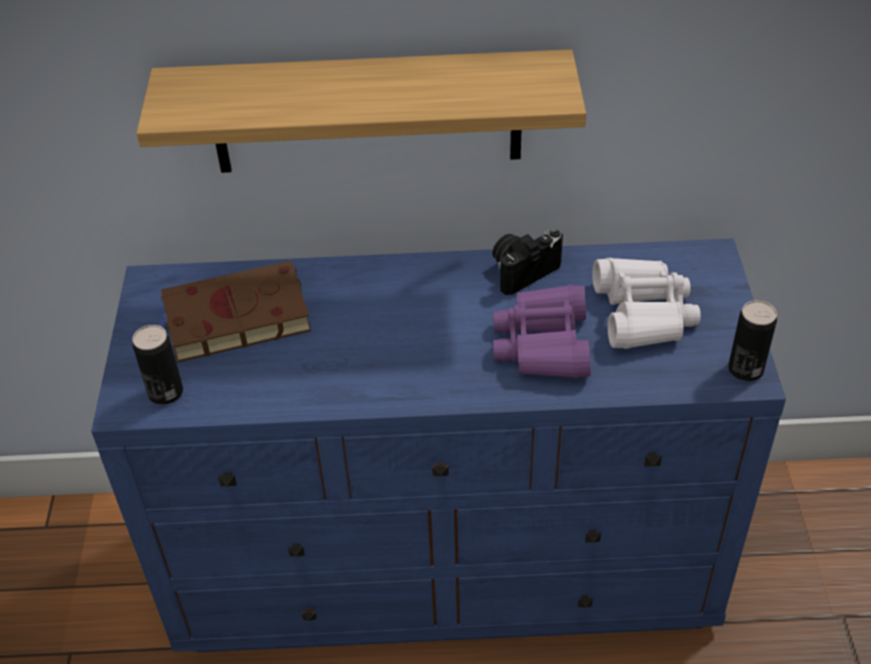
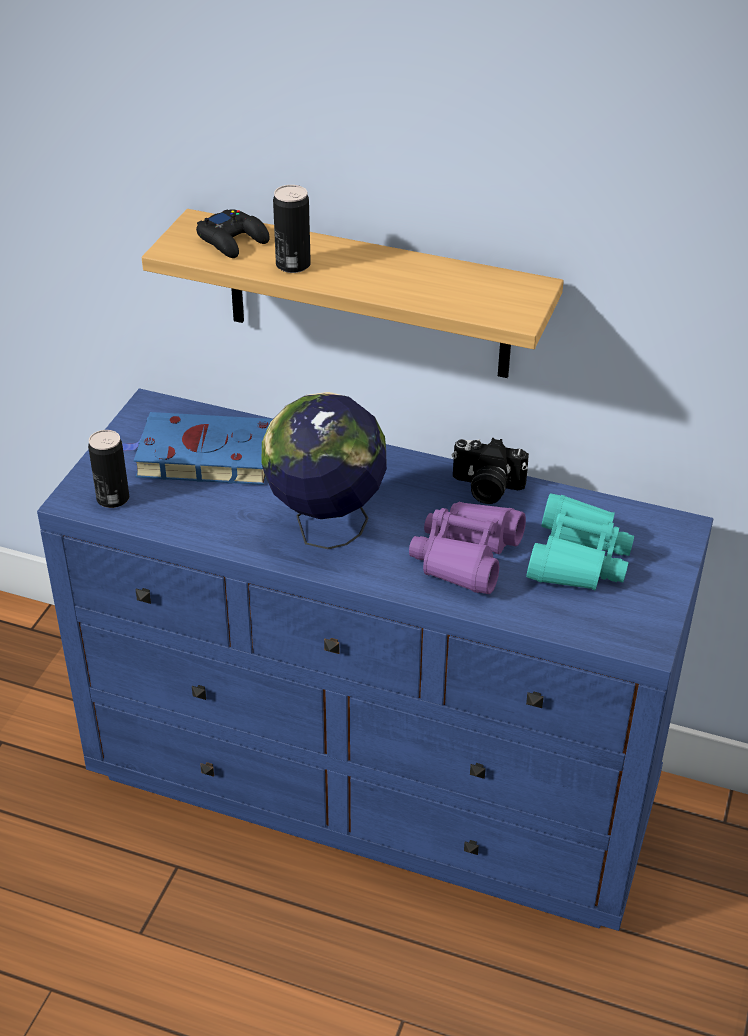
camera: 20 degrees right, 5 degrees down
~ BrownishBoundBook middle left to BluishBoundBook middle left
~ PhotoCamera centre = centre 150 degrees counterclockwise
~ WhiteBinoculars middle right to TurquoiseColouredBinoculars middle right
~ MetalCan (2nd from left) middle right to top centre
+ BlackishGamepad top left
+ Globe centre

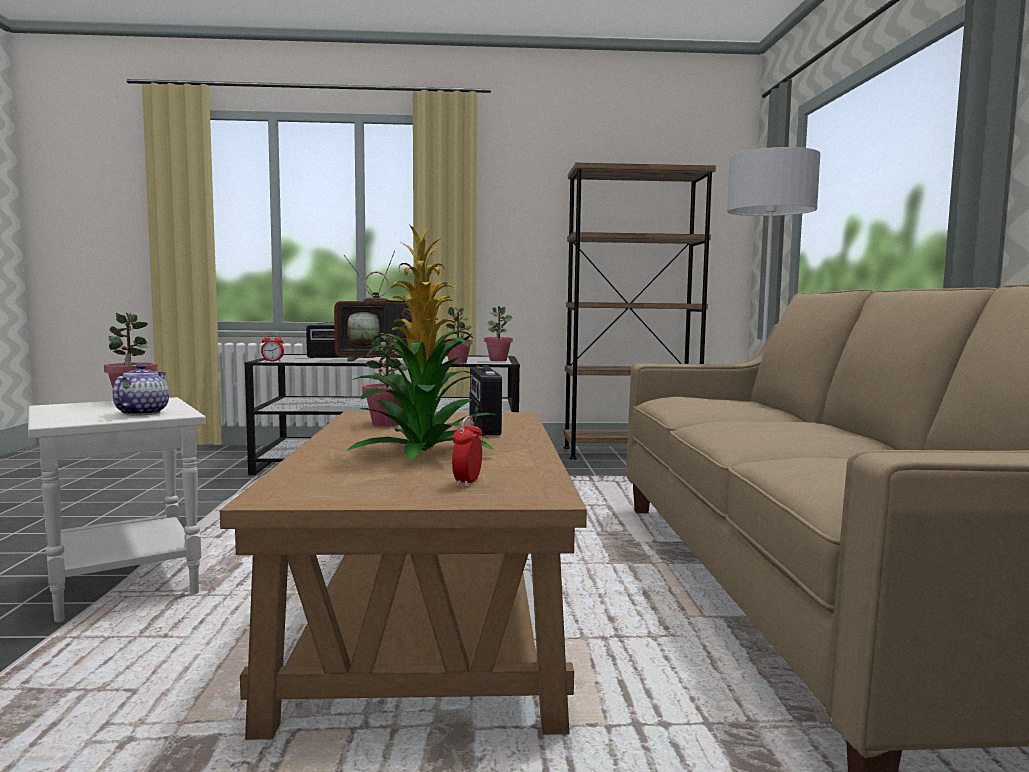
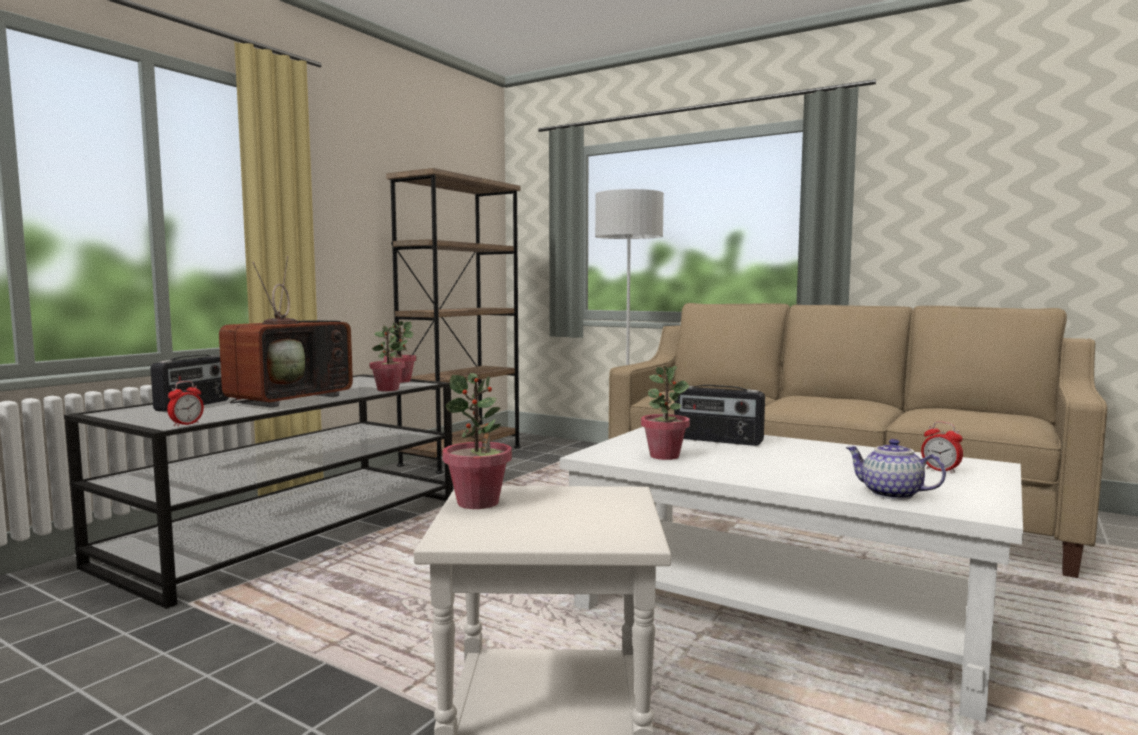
camera: 55 degrees left, 0 degrees up
~ Teapot middle left to middle right
~ BrownishLoungeTable bottom centre to WhiteLoungeTable bottom right
- Houseplant (3rd from left) centre

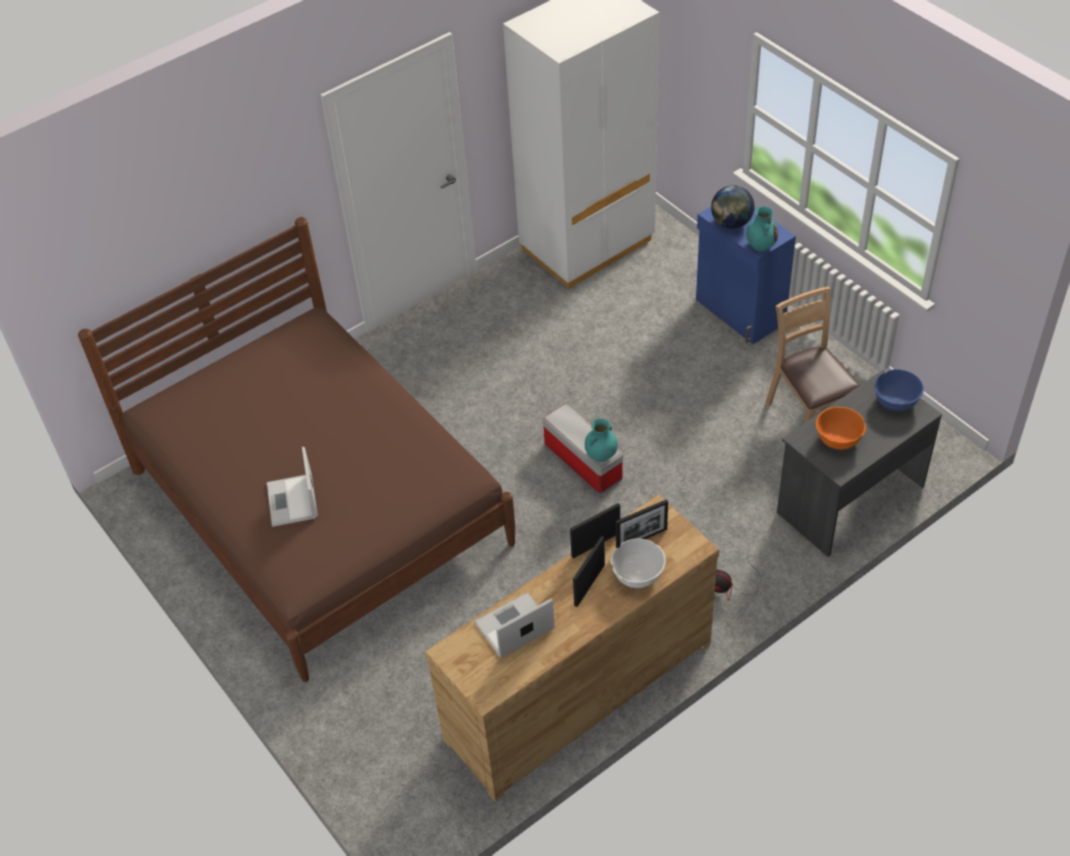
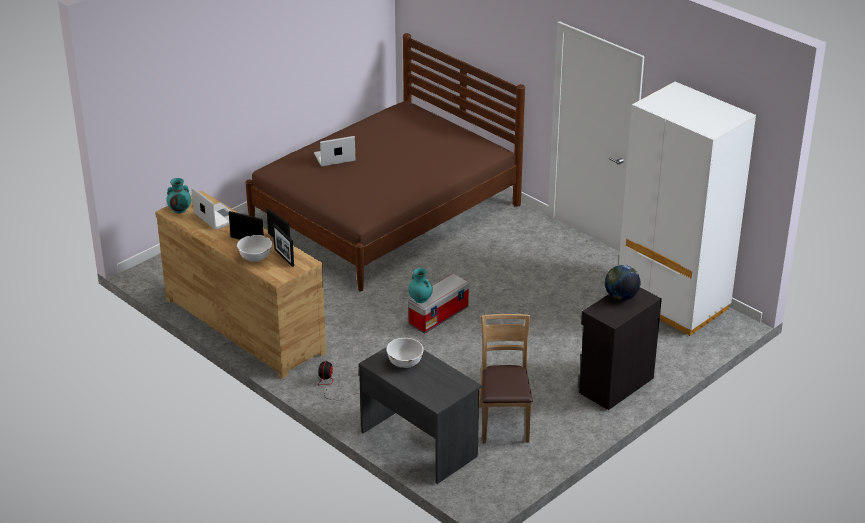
camera: 80 degrees right, 15 degrees down
~ BluishCupboard top right to BlackishCupboard middle right
~ TurquoiseColouredFlowerVase (2nd from left in the first image) top right to TurquoiseColouredFlowerVase (1st from left) middle left
~ BrownishUprightChair middle right = bottom centre 60 degrees counterclockwise
~ OrangeColouredBowl middle right to WhiteBowl (2nd from left) bottom centre
- BluishBowl middle right

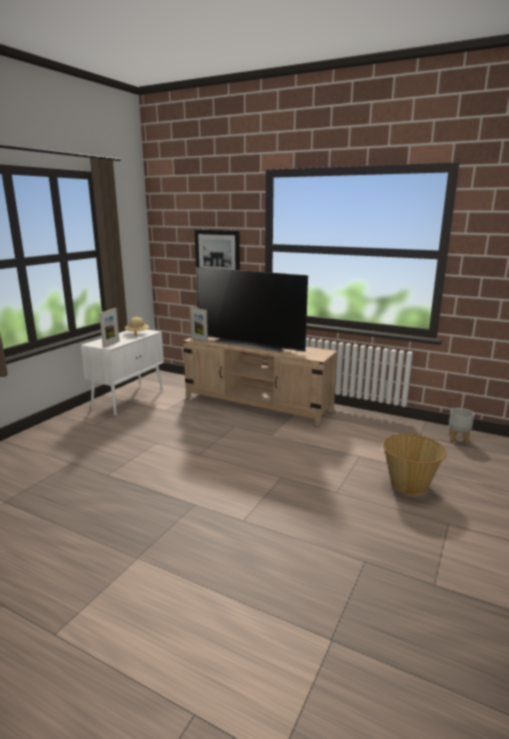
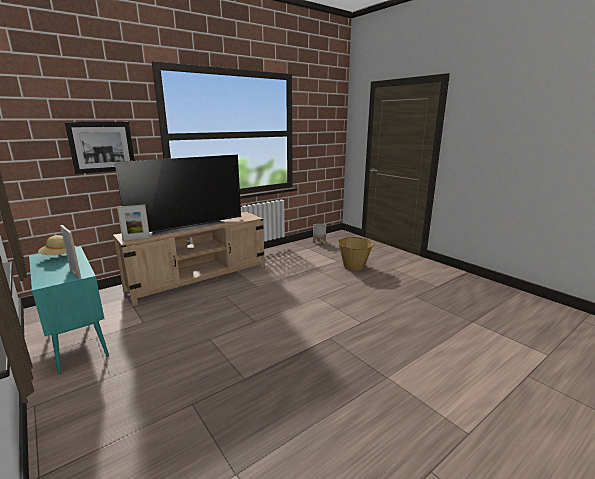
camera: 65 degrees left, 0 degrees up
~ WhiteCupboard middle left to TurquoiseColouredCupboard middle left

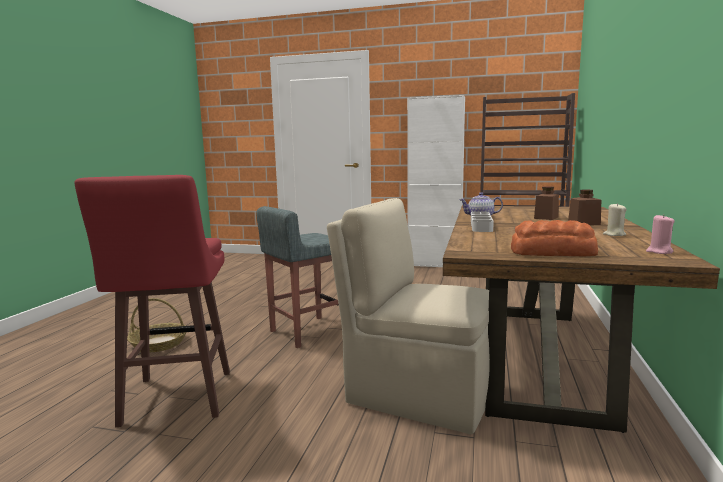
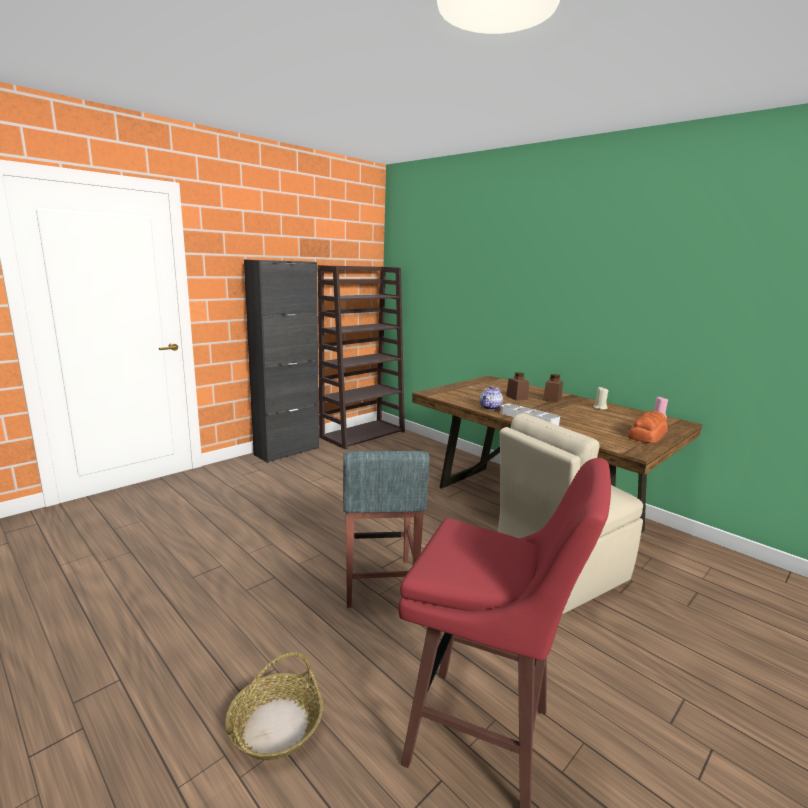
camera: 60 degrees left, 5 degrees up
~ WhiteCupboard centre to BlackishCupboard centre

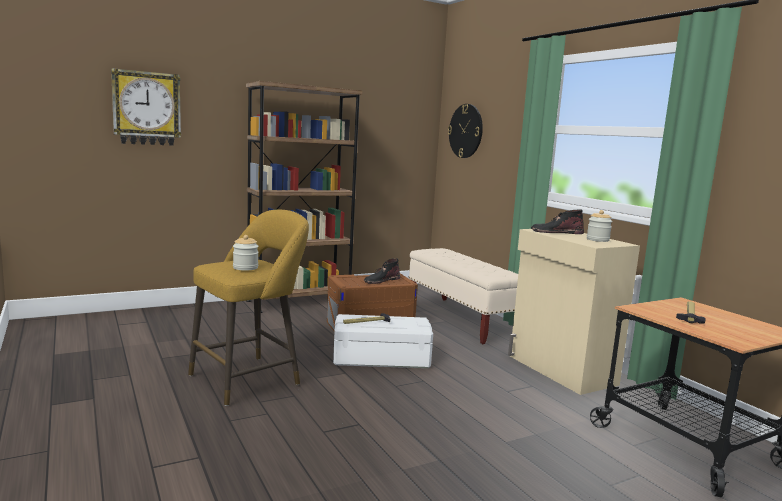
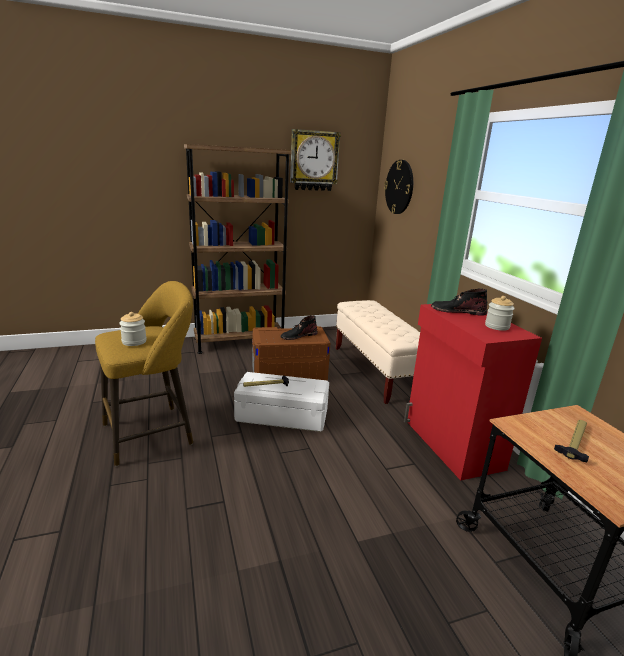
camera: 10 degrees right, 10 degrees up
~ HangingClock (1st from left) top left to top centre
~ BeigeCupboard middle right to RedCupboard middle right

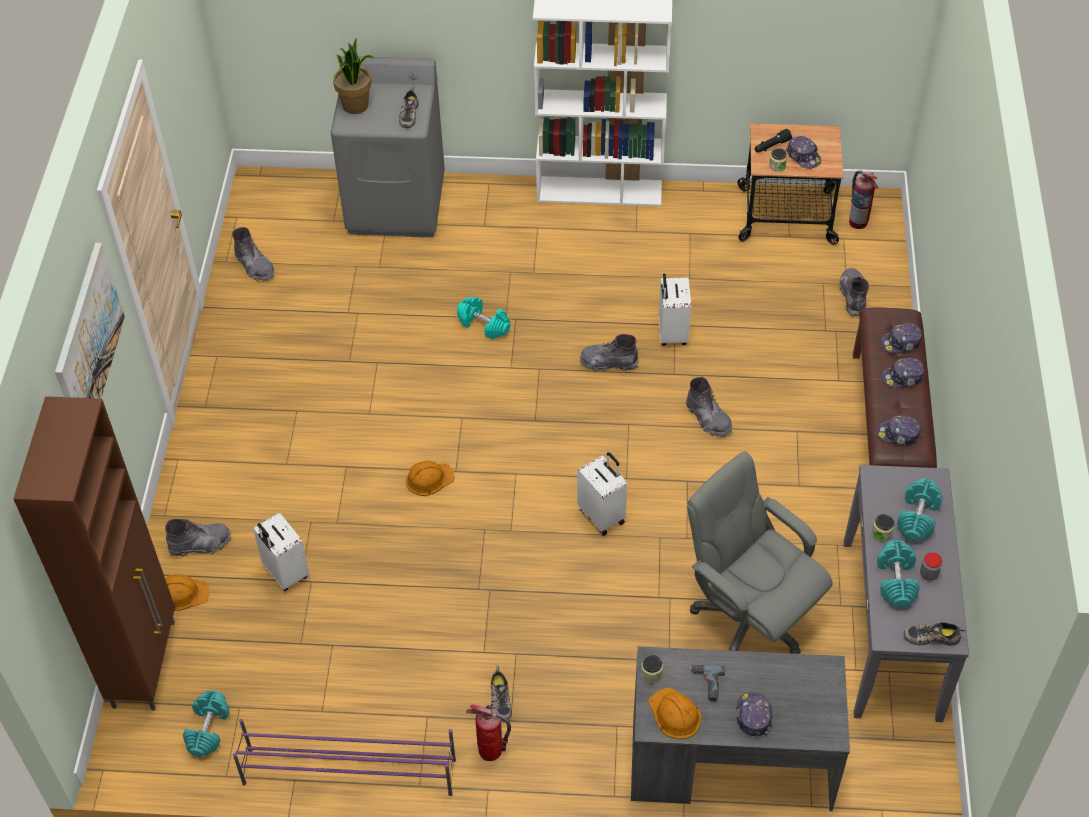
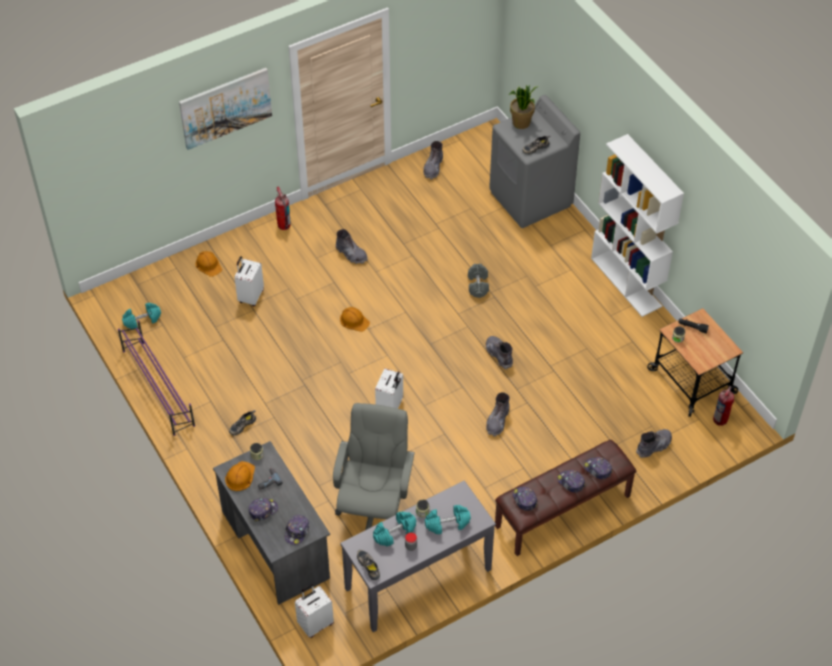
camera: 55 degrees right, 0 degrees up
- BrownishCupboard bottom left
~ GrayTallBoot (1st from left) middle left to centre
~ TurquoiseColouredDumbbell (2nd from left) centre to GrayDumbbell centre
~ FireFightingCylinder (1st from left) bottom centre to top centre
~ WhitePieceOfLuggage (3rd from left in the first image) centre to WhitePieceOfLuggage (2nd from left) bottom centre
~ BaseballCap (2nd from left) top right to bottom centre

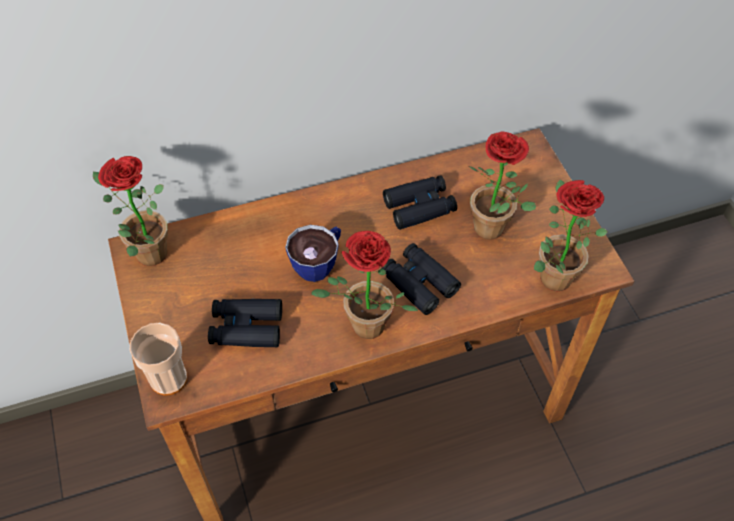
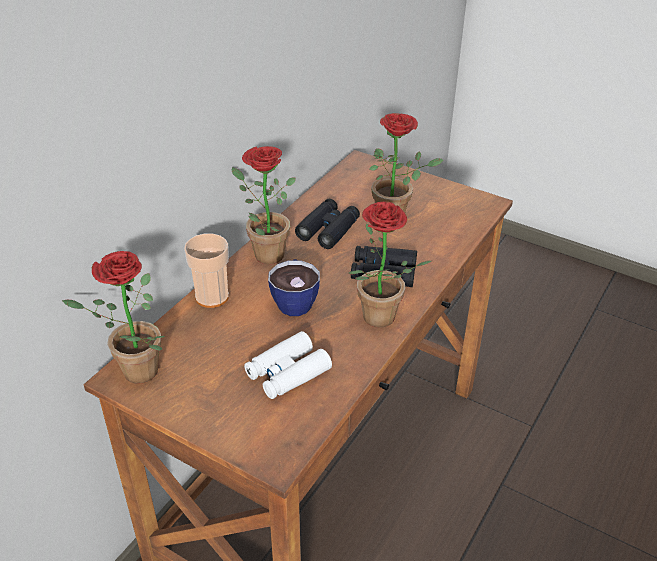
camera: 40 degrees left, 15 degrees down
~ DrinkingCup (1st from left) bottom left to middle left
~ BlackishBinoculars (1st from left) centre to WhiteBinoculars centre
~ Houseplant (4th from left in the first image) middle right to Houseplant (2nd from left) centre

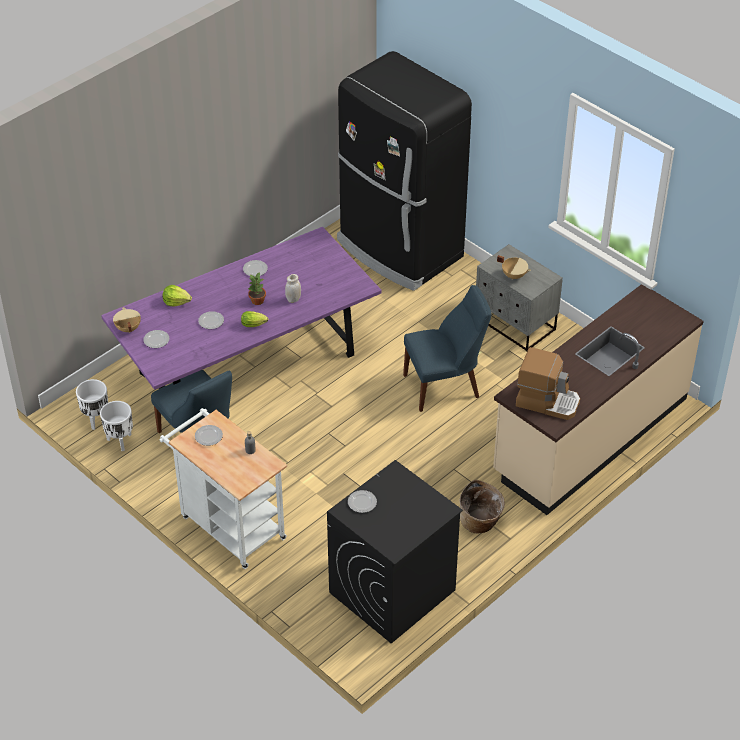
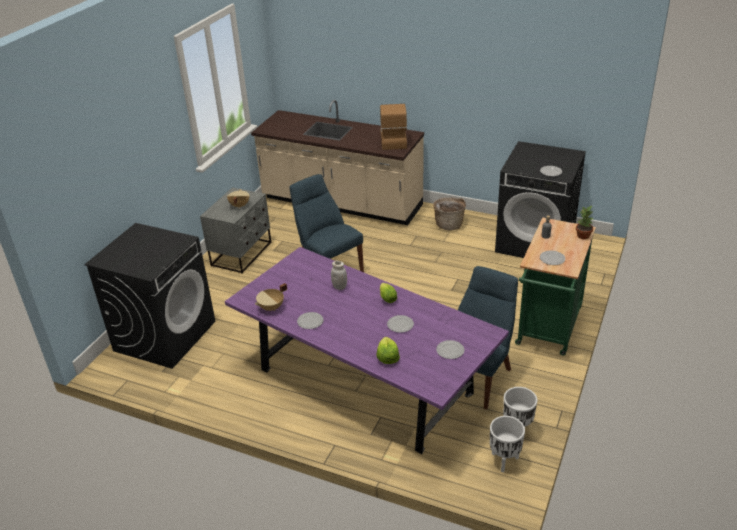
camera: 110 degrees left, 10 degrees down
~ BeigeCookingPot (1st from left in the first image) middle left to BeigeCookingPot (2nd from left) centre
~ WhiteCart middle left to GreenishCart middle right
~ Houseplant centre to middle right
~ BlackishFridge top centre to BlackishLaundryAppliance (1st from left) middle left

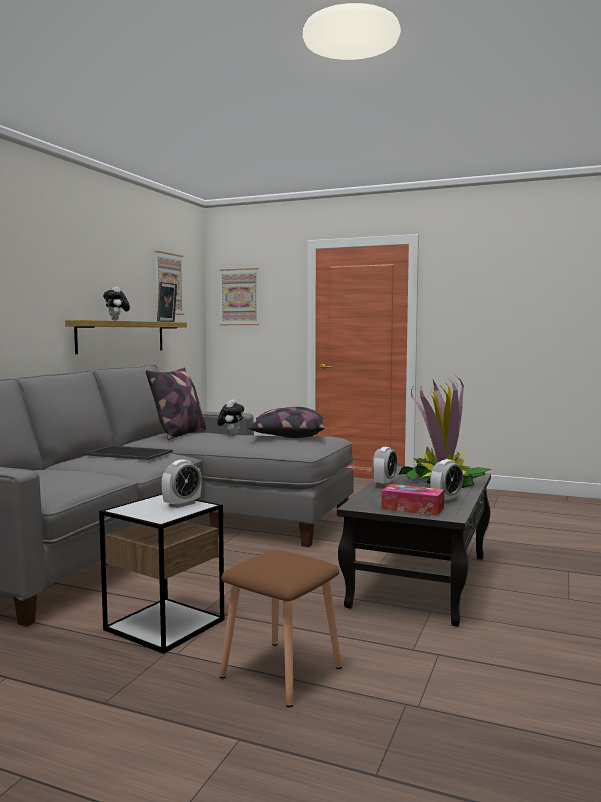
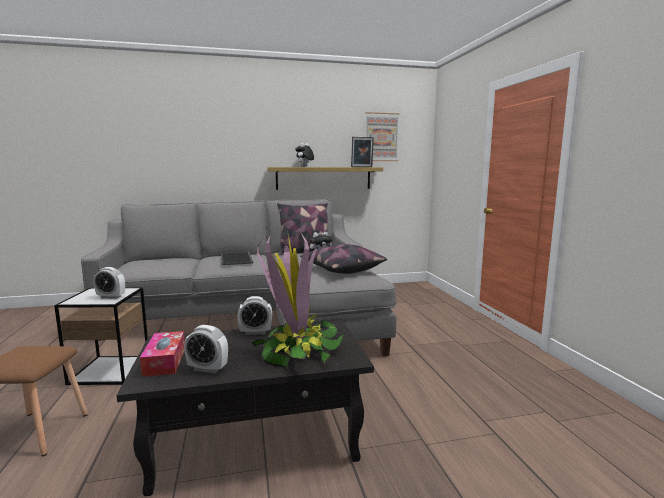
camera: 55 degrees right, 5 degrees up
- WallArt (2nd from left) centre

